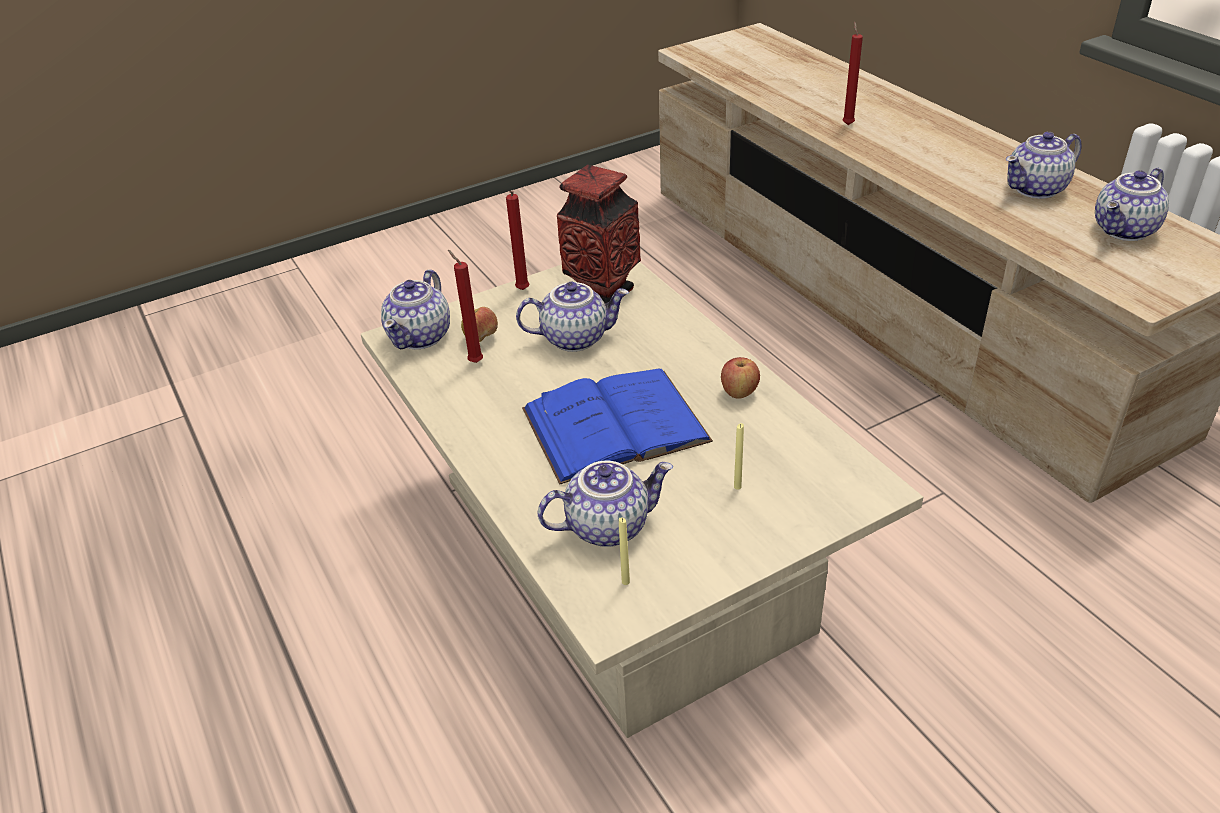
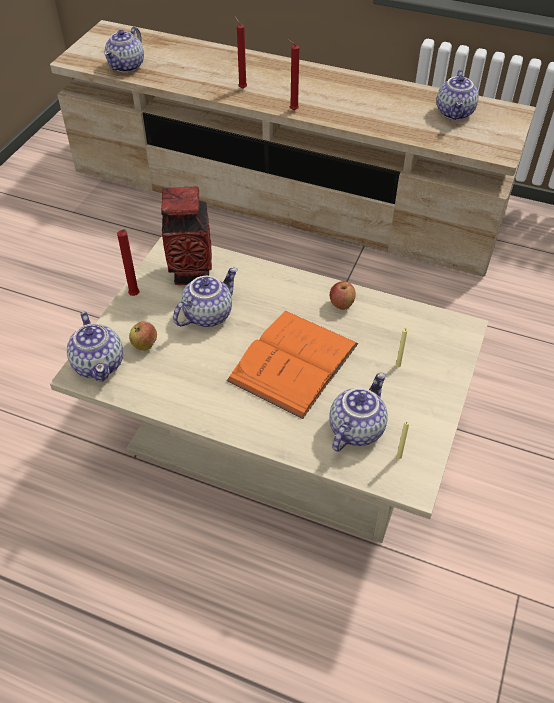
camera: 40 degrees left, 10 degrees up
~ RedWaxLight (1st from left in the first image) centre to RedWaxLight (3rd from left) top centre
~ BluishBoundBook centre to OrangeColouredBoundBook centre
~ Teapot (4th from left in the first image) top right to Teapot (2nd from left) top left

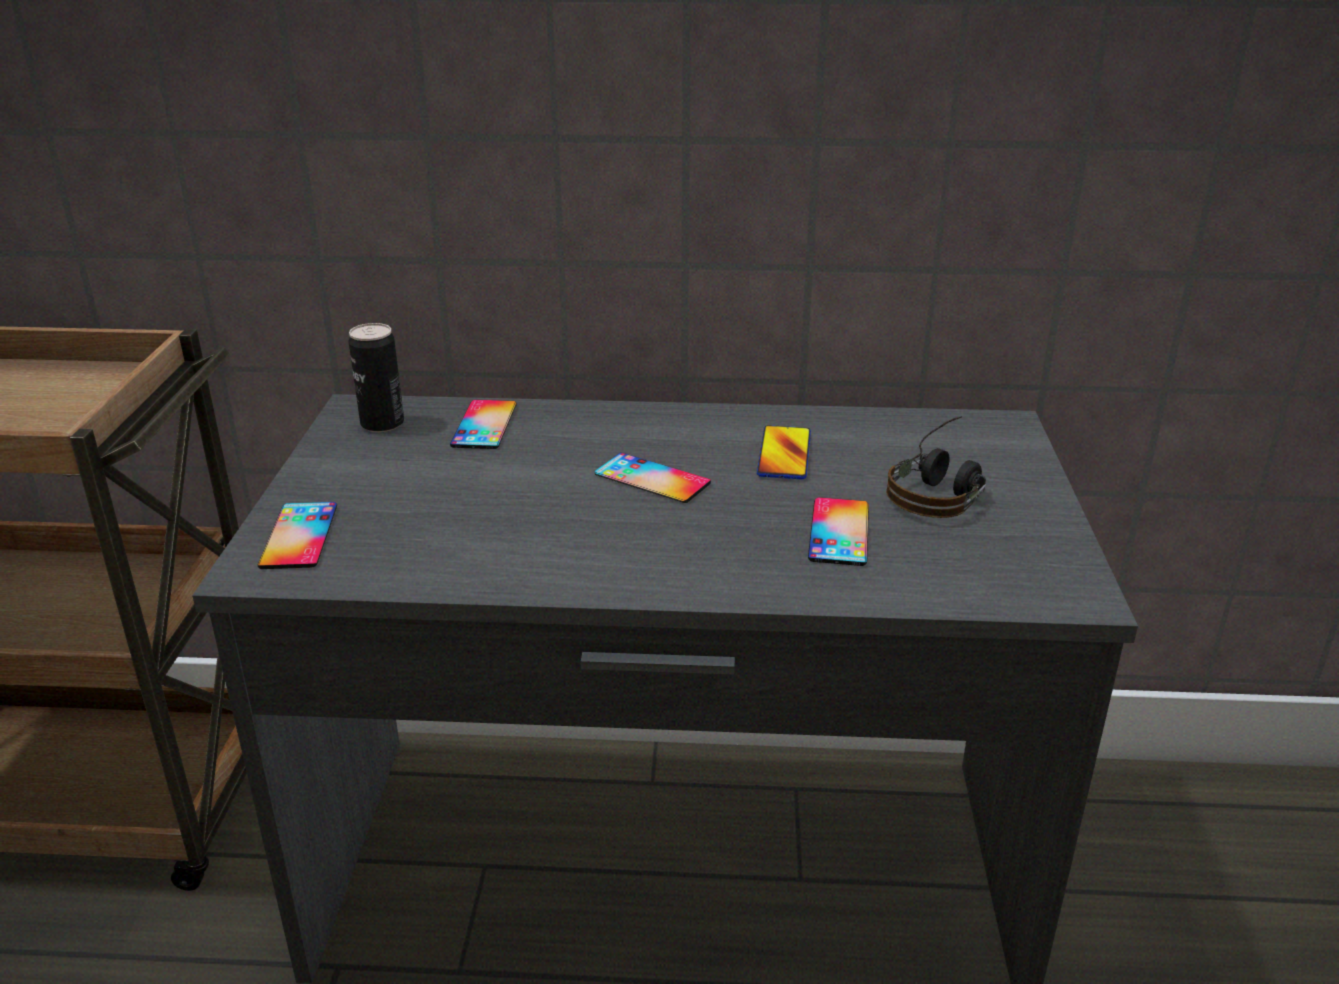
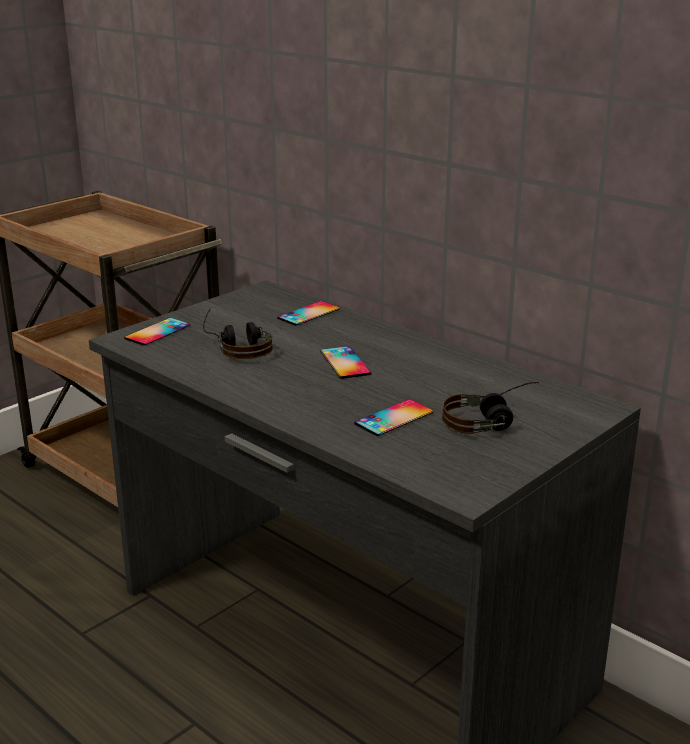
camera: 40 degrees right, 5 degrees down
- MetalCan middle left
- Handset (4th from left) centre
+ Headphones (1st from left) centre

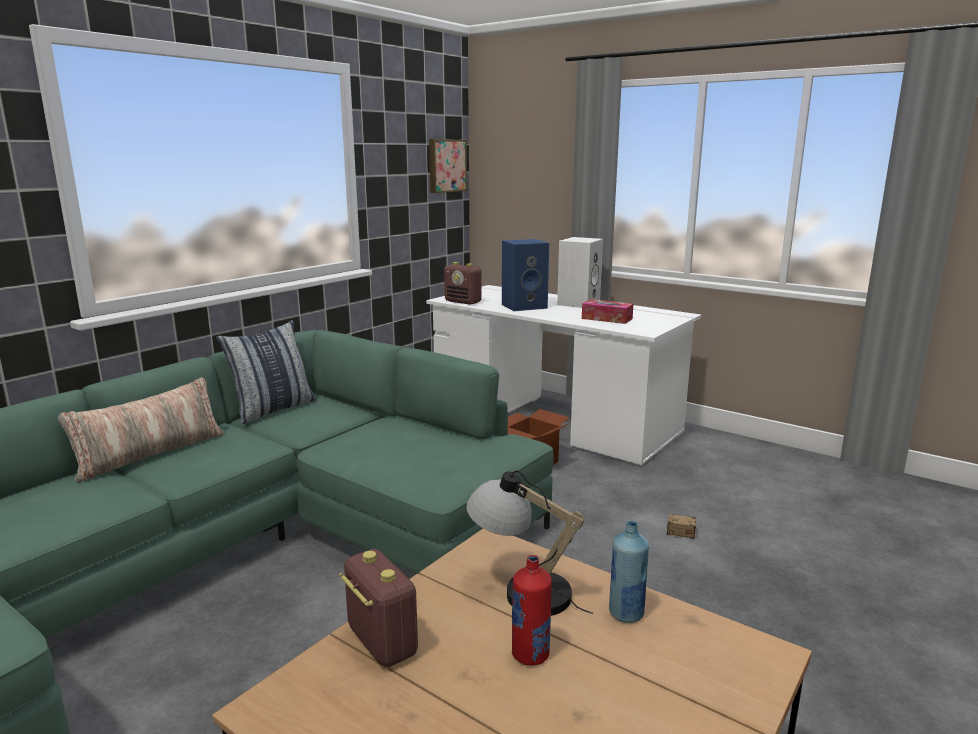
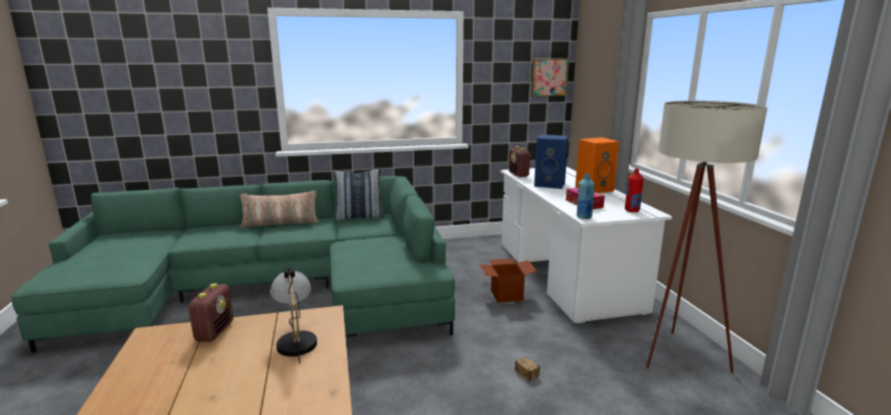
camera: 40 degrees right, 0 degrees up
~ RedBottle bottom centre to middle right
~ WhiteLoudspeaker centre to OrangeColouredLoudspeaker middle right
~ BluishBottle bottom centre to centre
+ BeigeStandingLamp middle right

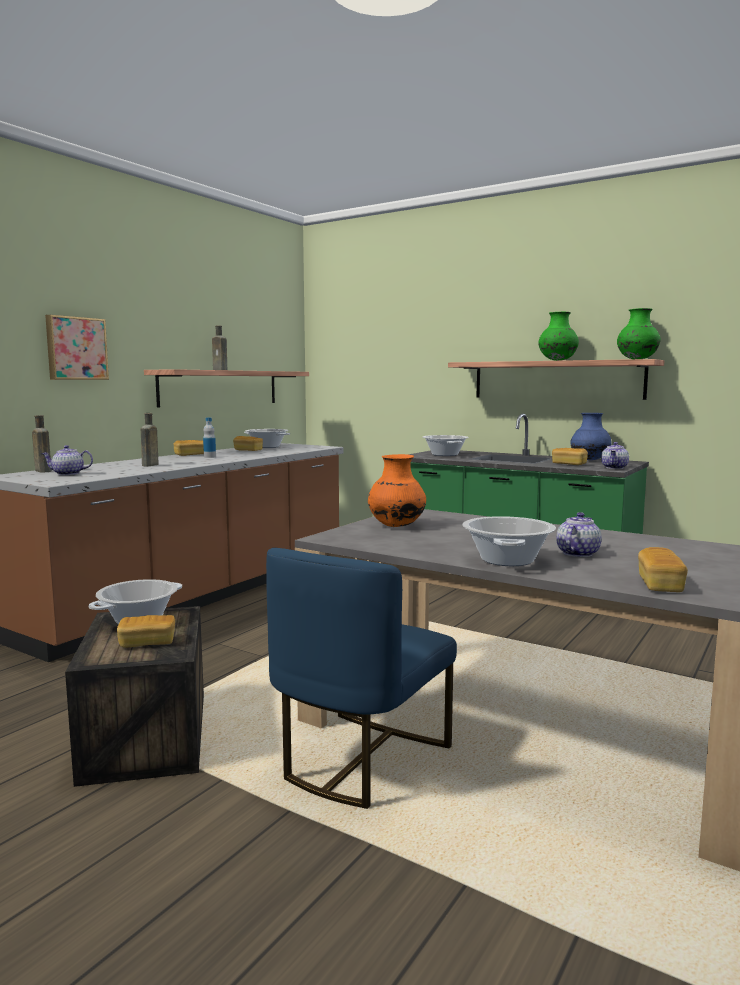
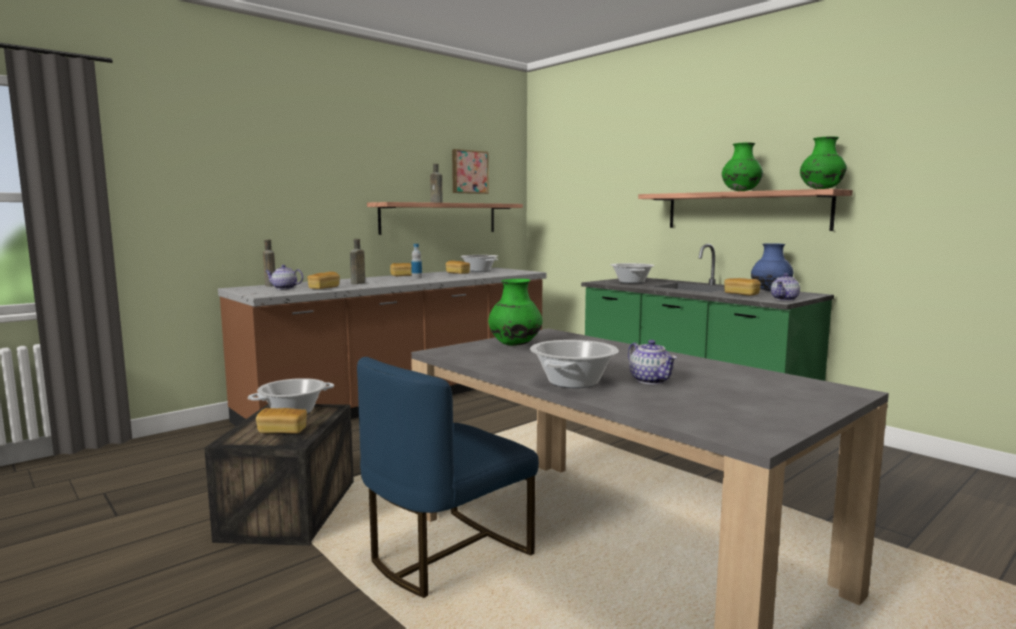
camera: 15 degrees right, 0 degrees up
~ WallArt middle left to top centre
~ OrangeColouredFlowerVase centre to GreenishFlowerVase (1st from left) centre
~ Teapot (2nd from left) middle right = centre 105 degrees clockwise
~ BakeryBread (5th from left in the first image) middle right to BakeryBread (2nd from left) middle left

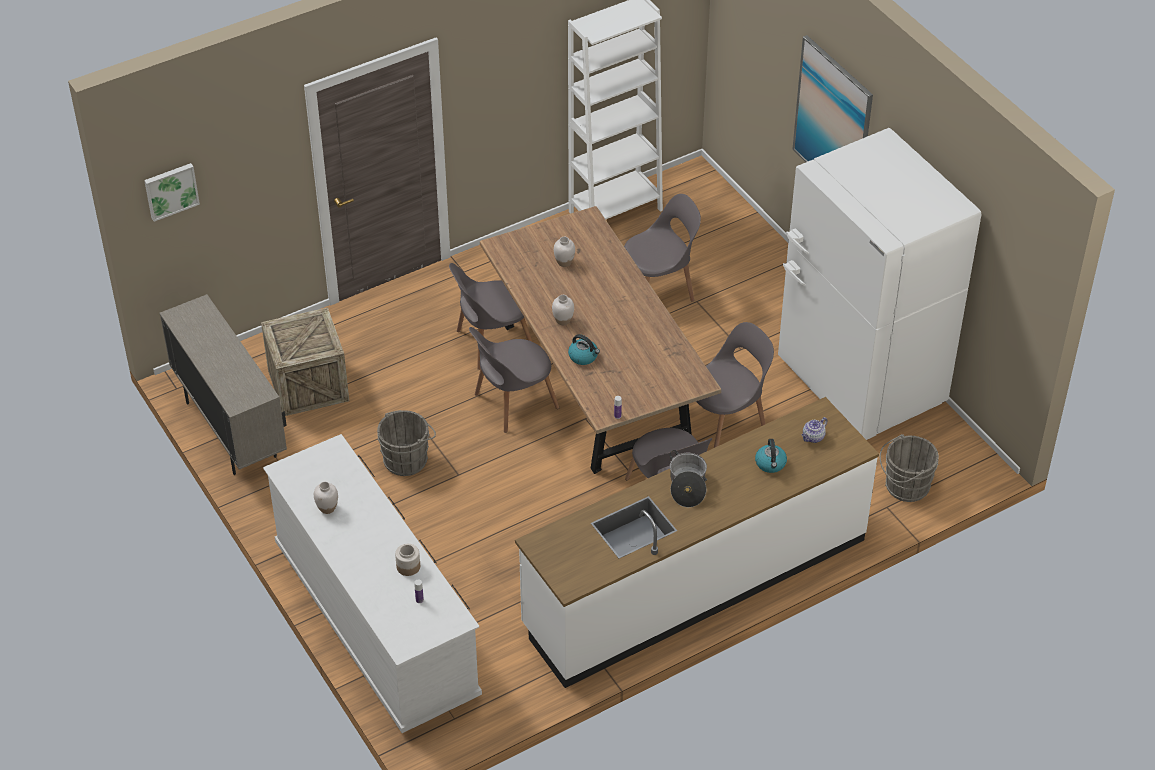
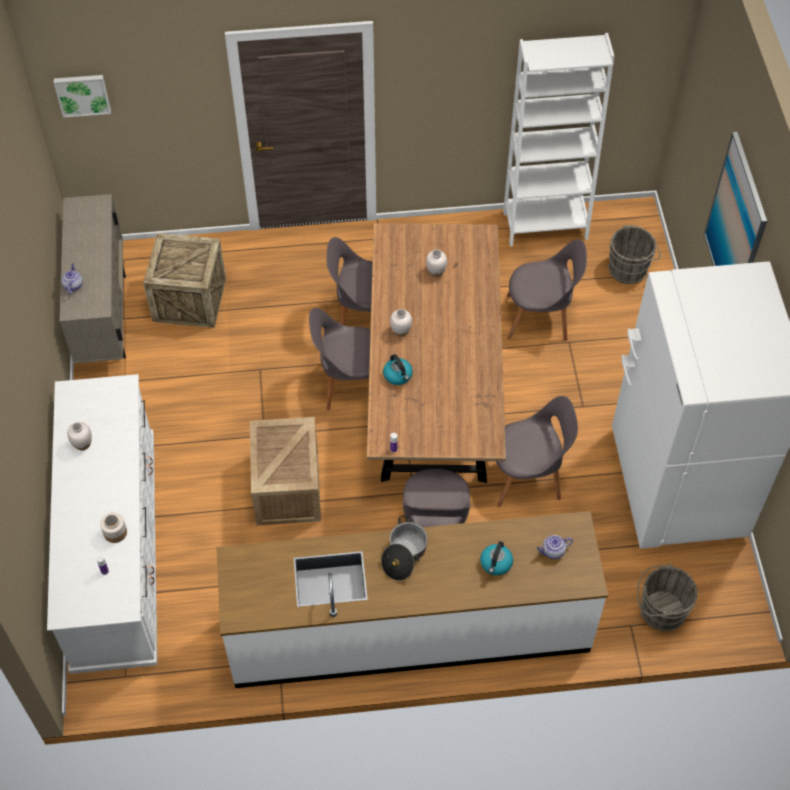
camera: 25 degrees right, 10 degrees up
~ GrayWaterBucket (1st from left) centre to top right
+ Teapot (1st from left) middle left
+ ShippingCrate (2nd from left) centre

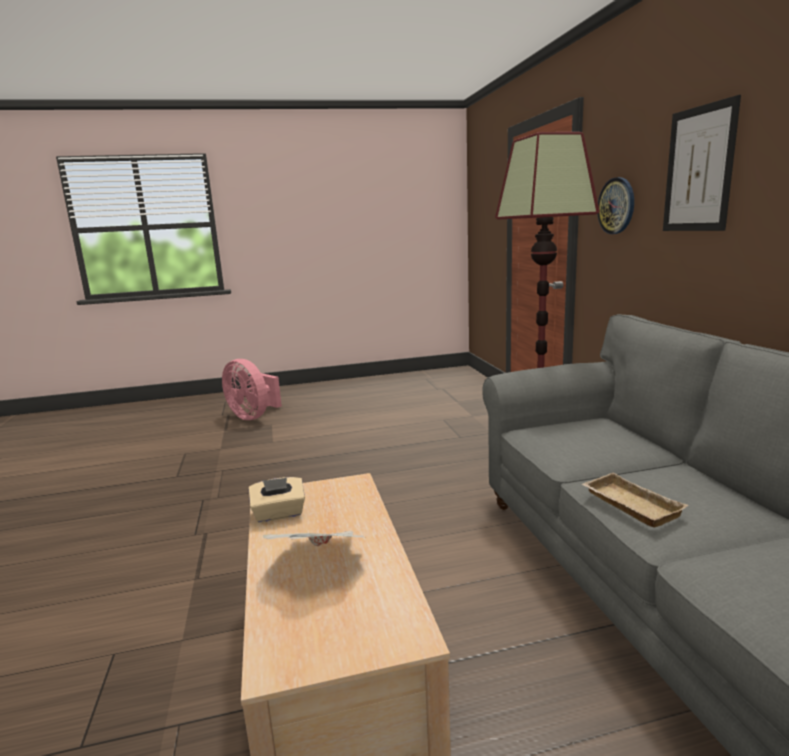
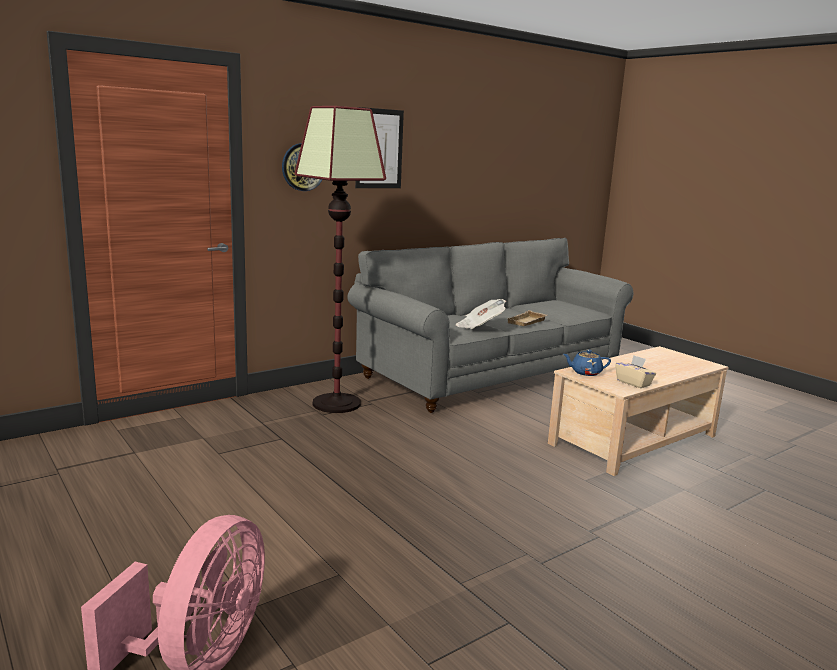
camera: 115 degrees left, 0 degrees up
~ Newspaper bottom centre to centre
+ BluishTeapot middle right

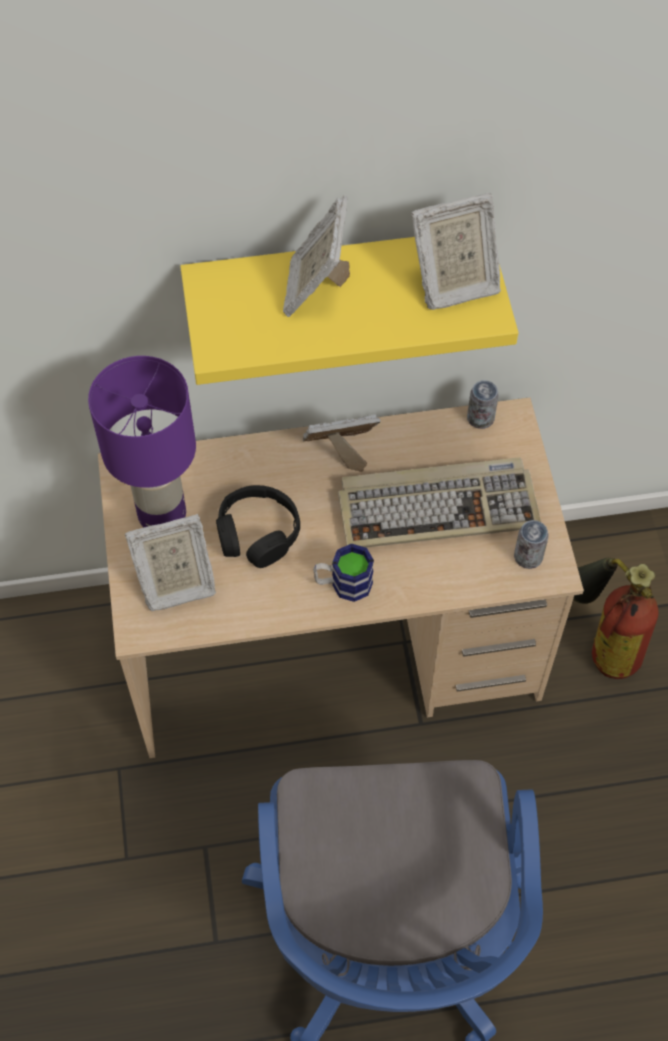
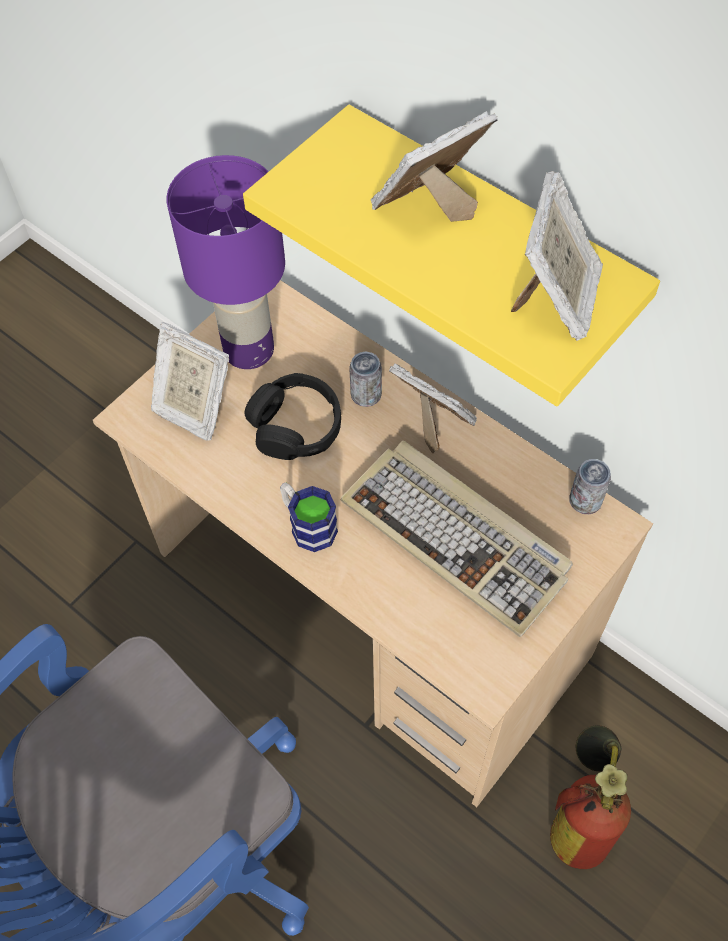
camera: 50 degrees right, 0 degrees up
~ StandingFrame (4th from left) top right = top right 105 degrees counterclockwise
~ MetalCan (2nd from left in the first image) middle right to MetalCan (1st from left) centre

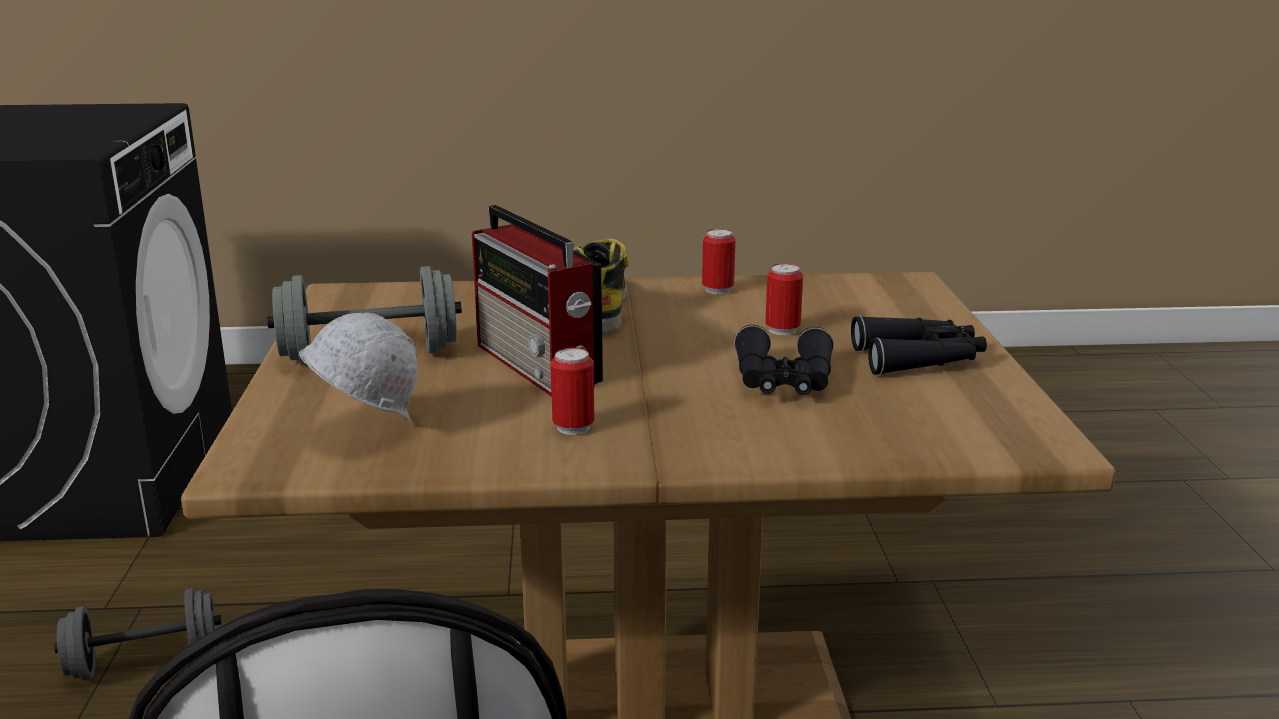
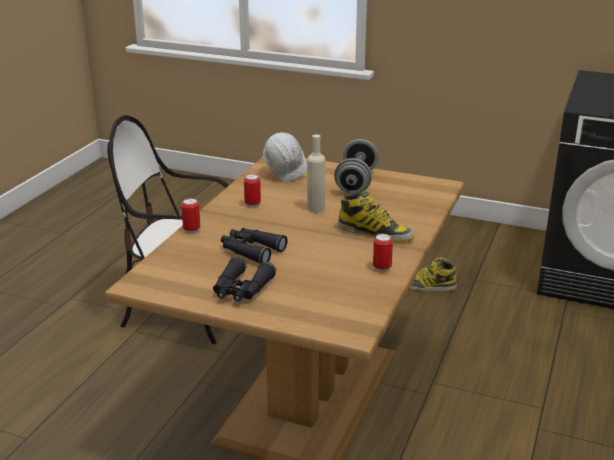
camera: 115 degrees right, 5 degrees up
~ GrayDumbbell (1st from left) bottom left to TallBoot (2nd from left) middle right
~ RadioSet centre to BeigeBottle centre
~ MetalCan (3rd from left in the first image) centre to MetalCan (1st from left) middle left

